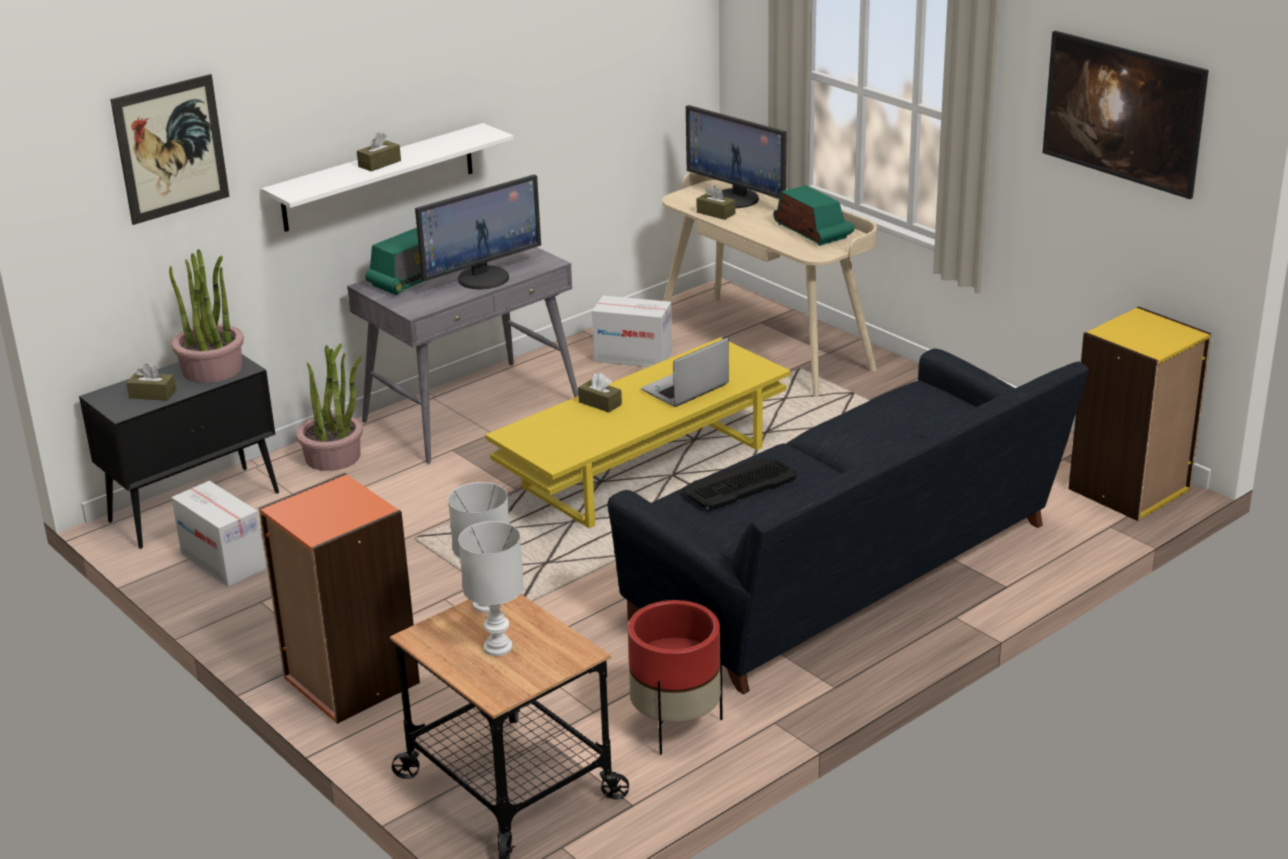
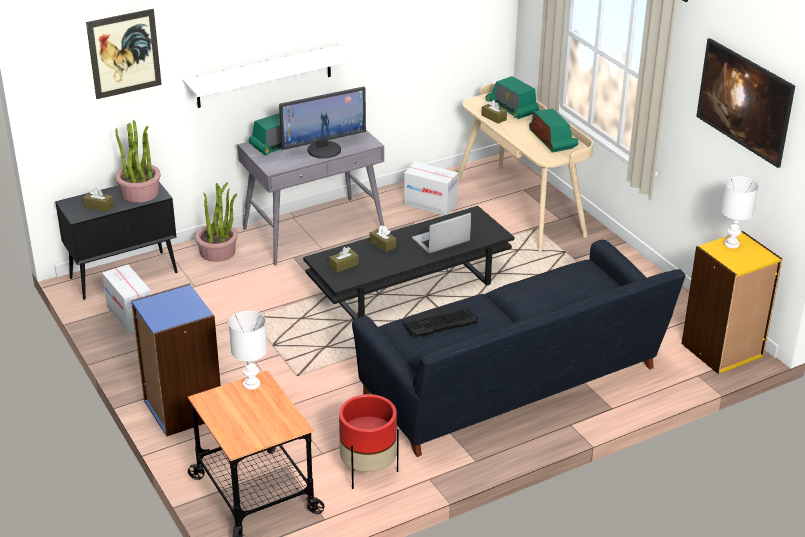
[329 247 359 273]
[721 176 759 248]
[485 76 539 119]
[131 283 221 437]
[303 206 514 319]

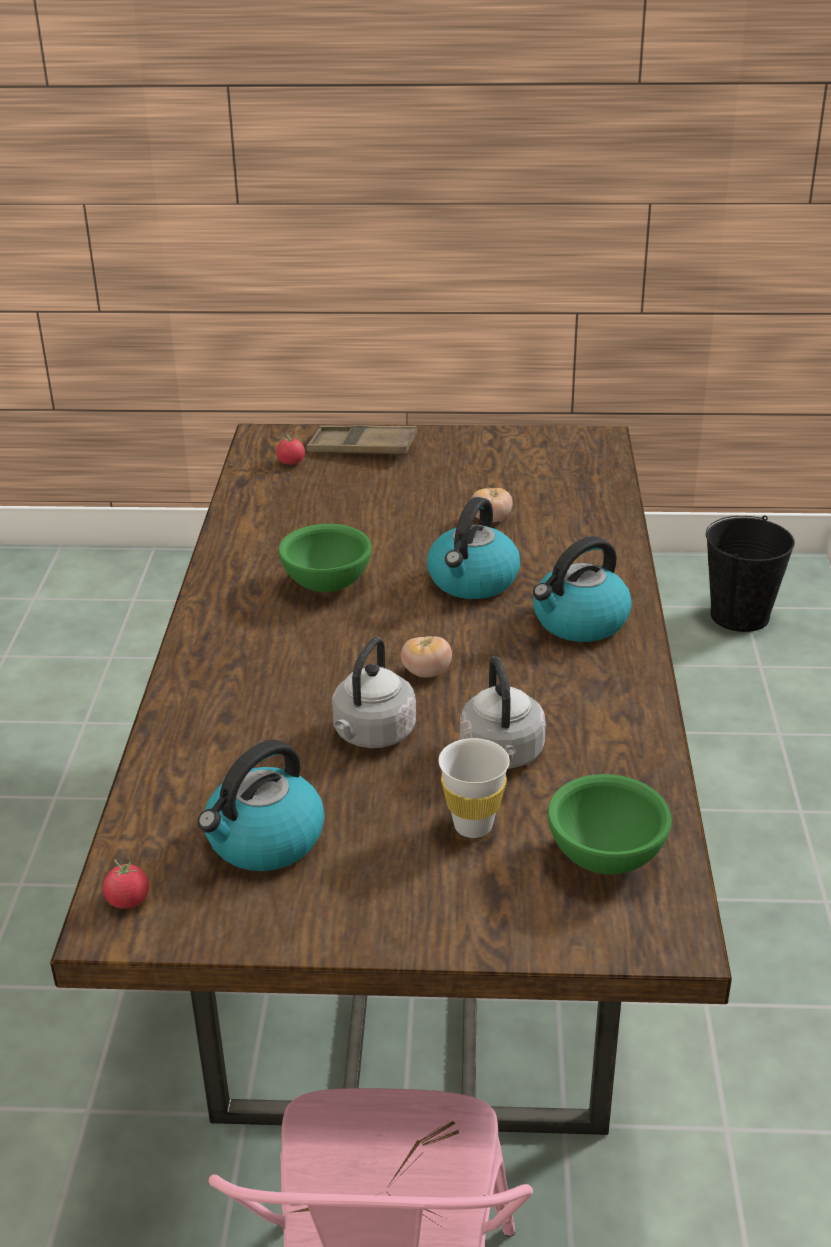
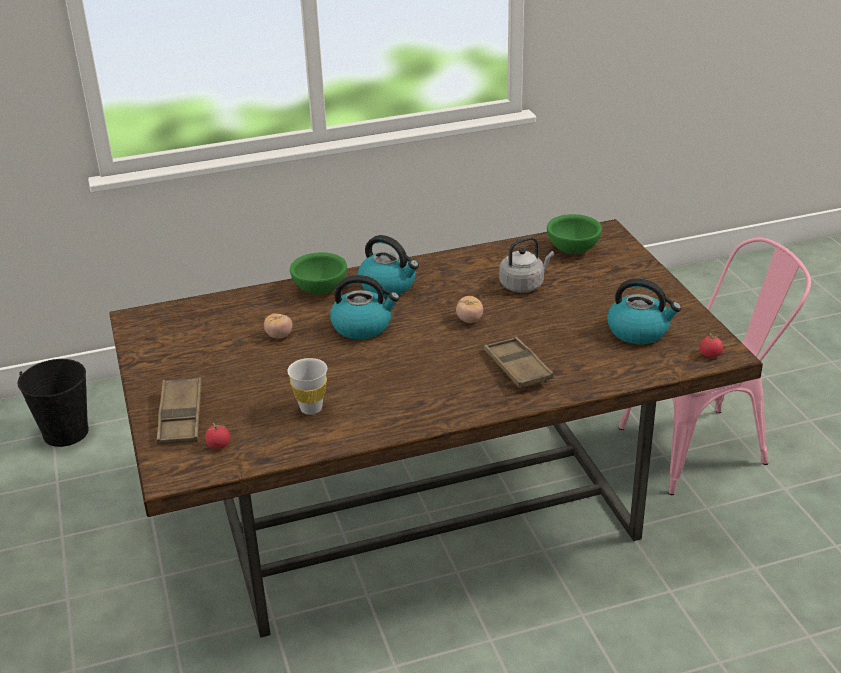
[332 637 416 748] (first image)
[484 337 554 388]
[290 252 347 295]
[287 358 327 415]

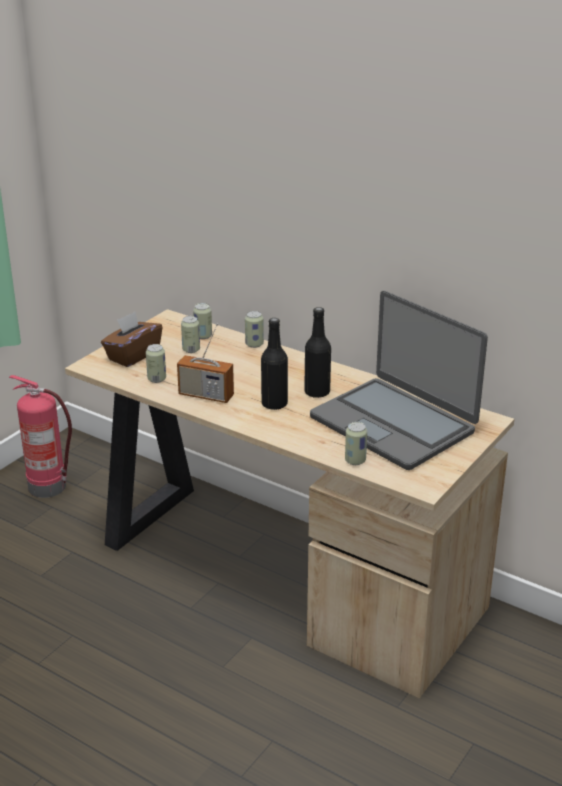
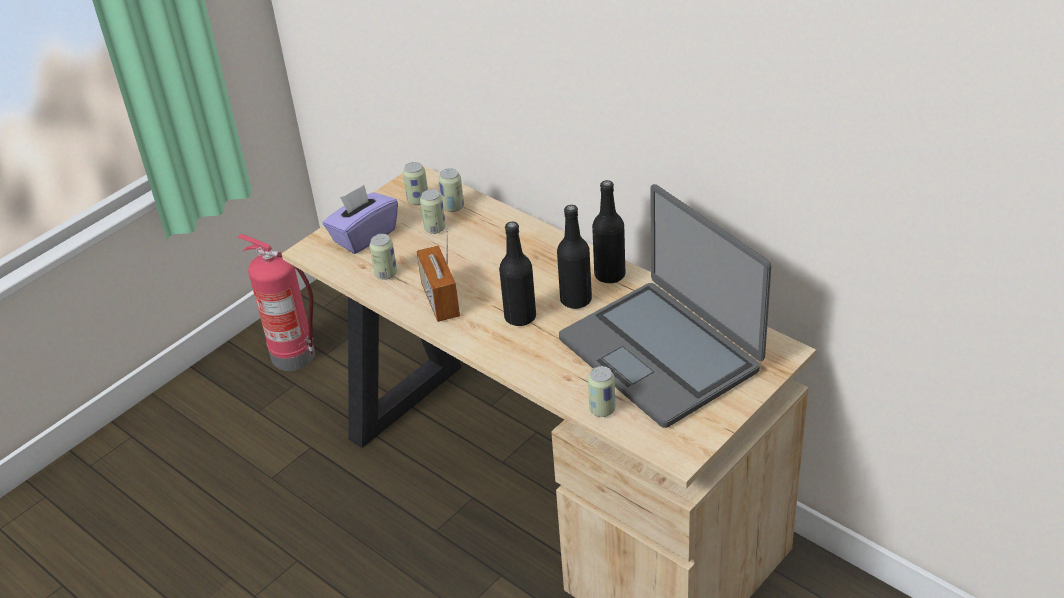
[592 180 625 284]
[403 162 428 205]
[323 185 398 254]
[416 230 460 322]

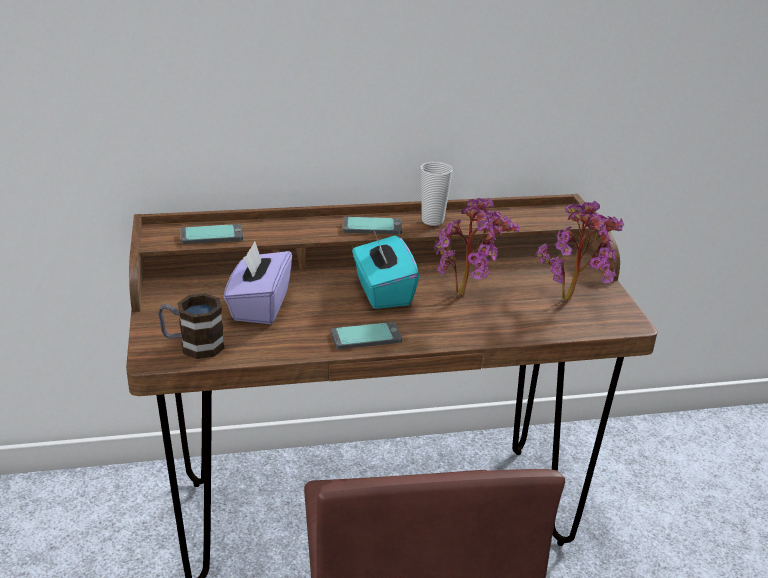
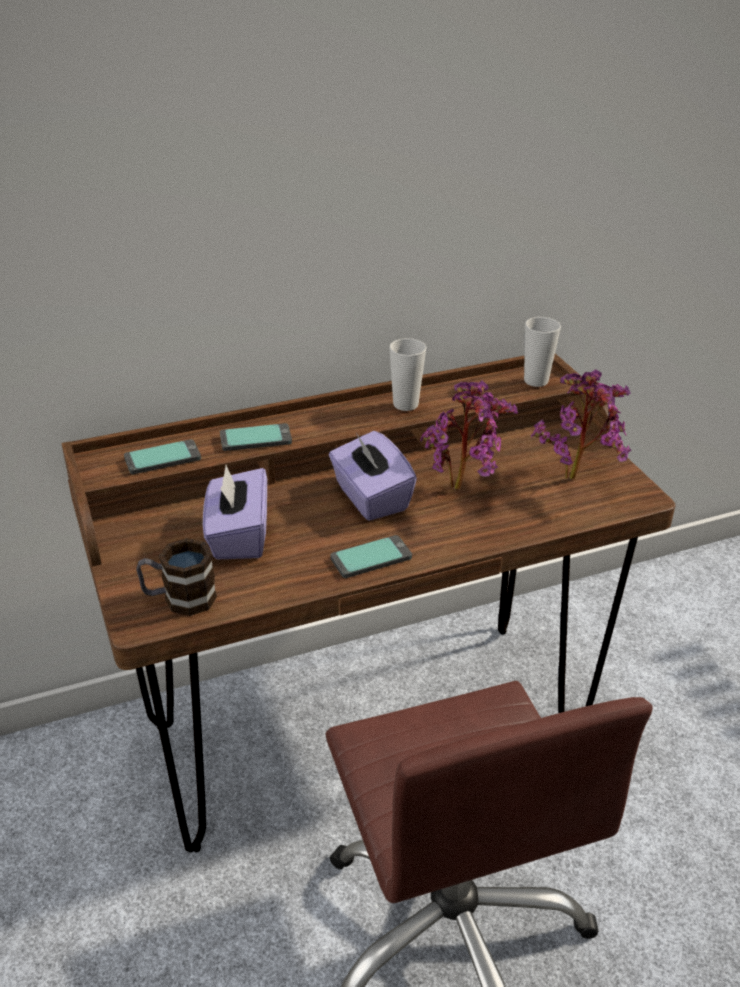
[524 317 561 387]
[220 423 292 451]
[329 431 417 521]

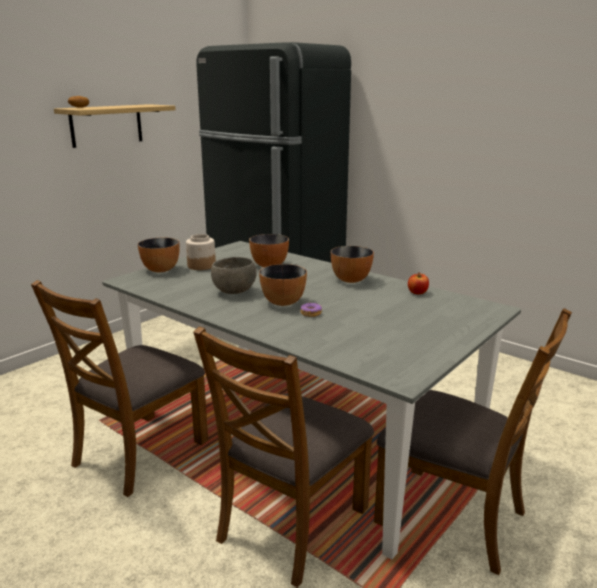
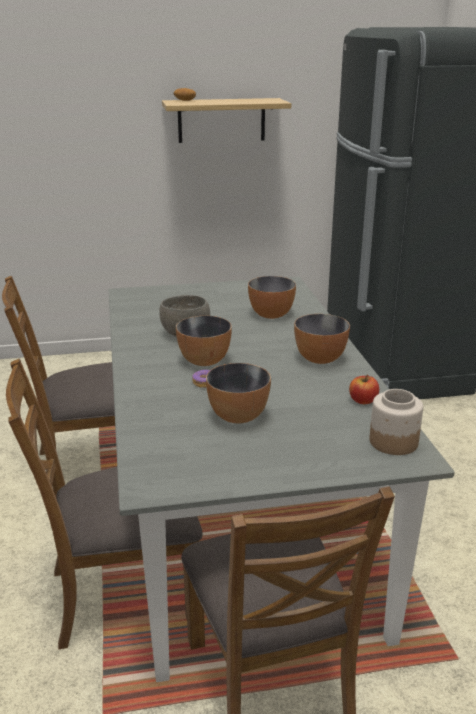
[206 363 271 424]
[369 389 423 455]

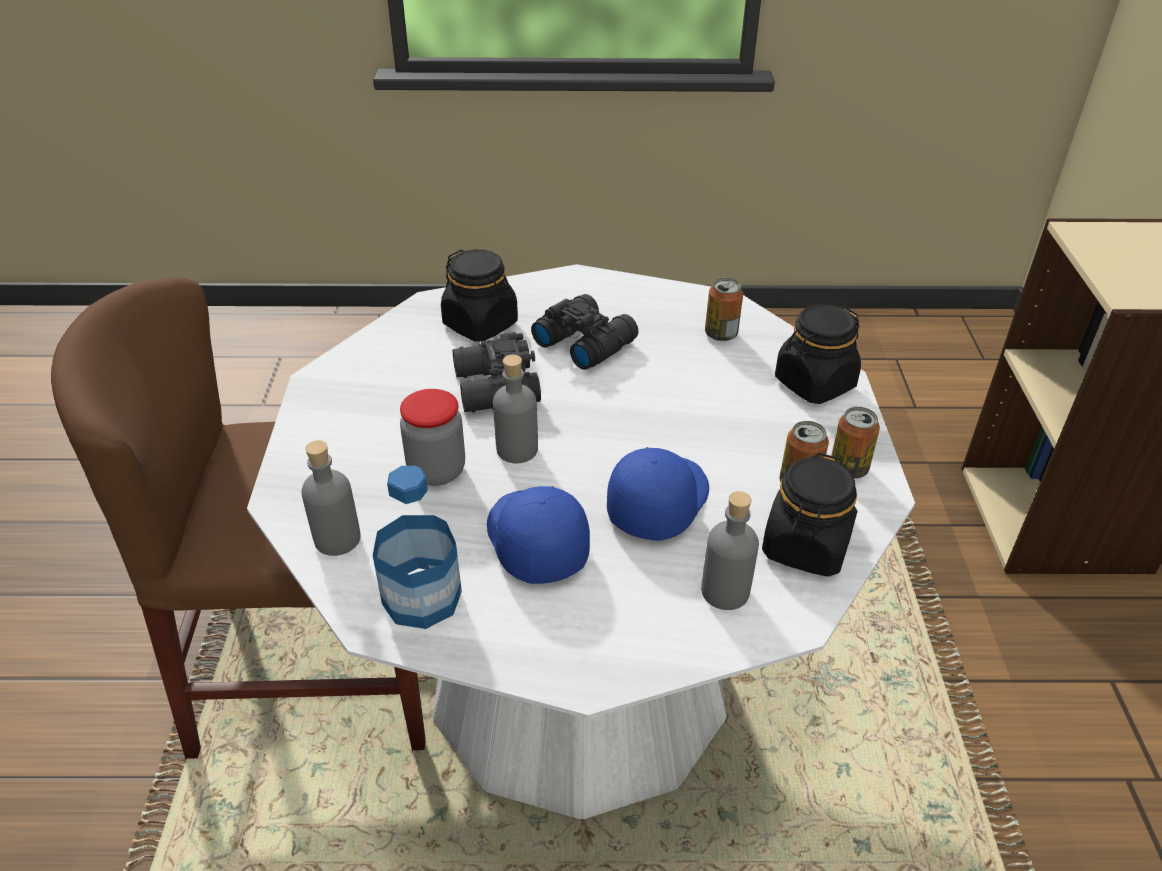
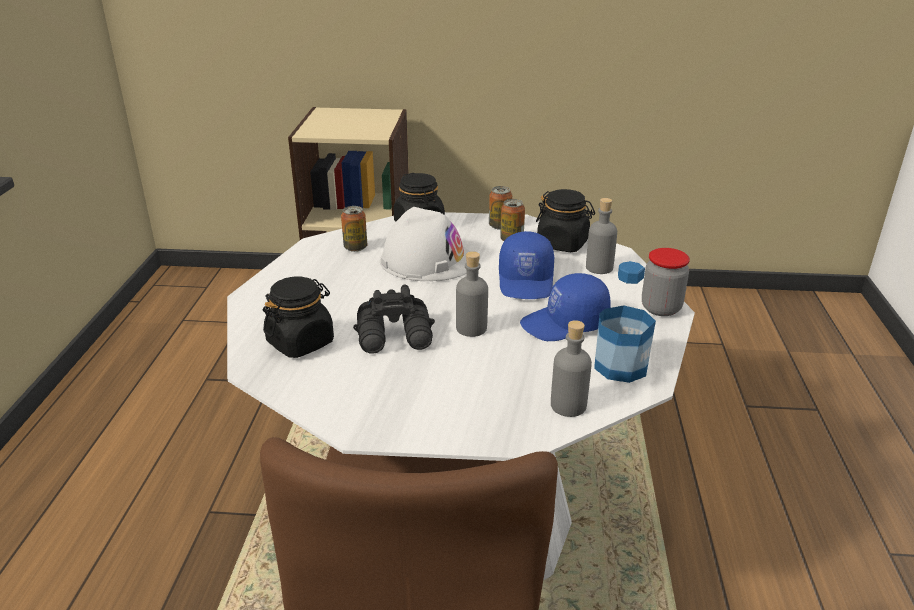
[531 294 639 370] (first image)
[380 207 470 281]
[642 248 690 316]
[499 231 554 299]

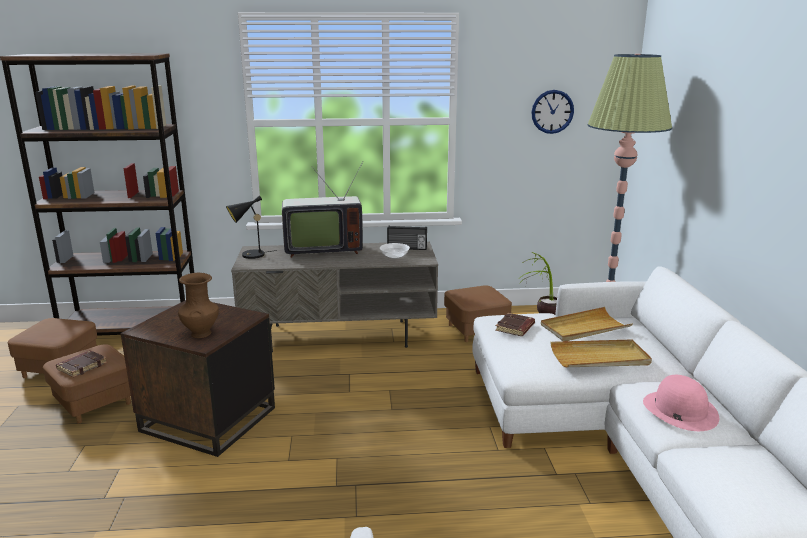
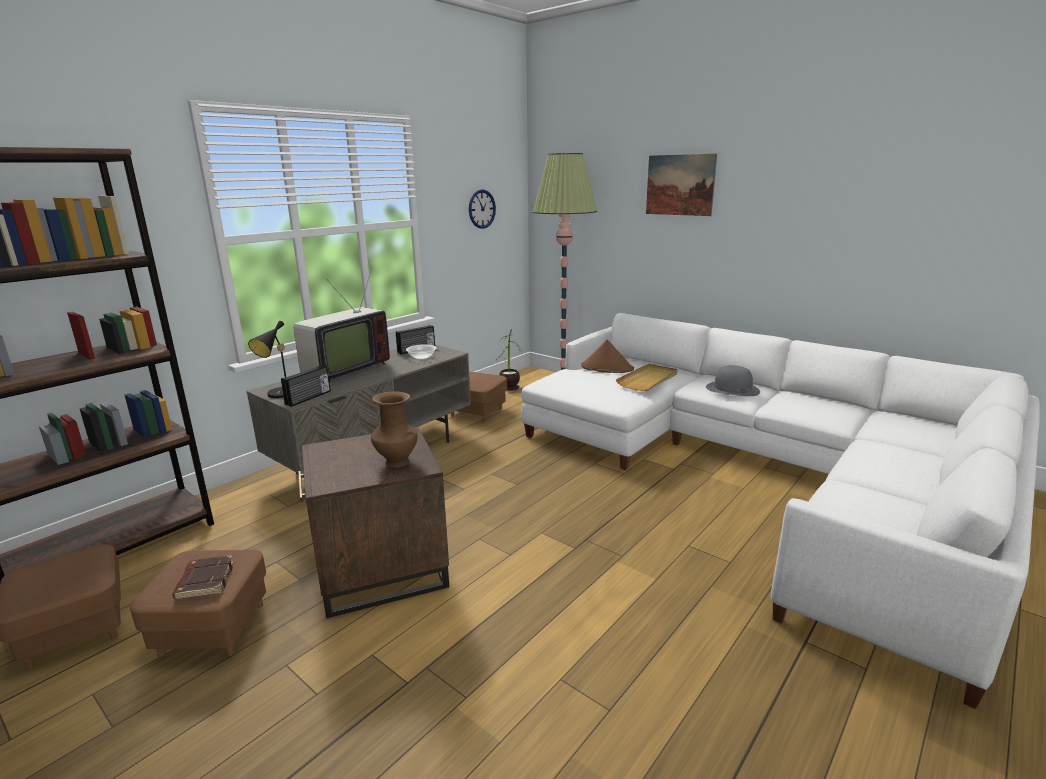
[495 313 535 336] (first image)
[281 365 331 407]
[646 154 717 216]
[581 340 634 373]
[706 365 760 396]

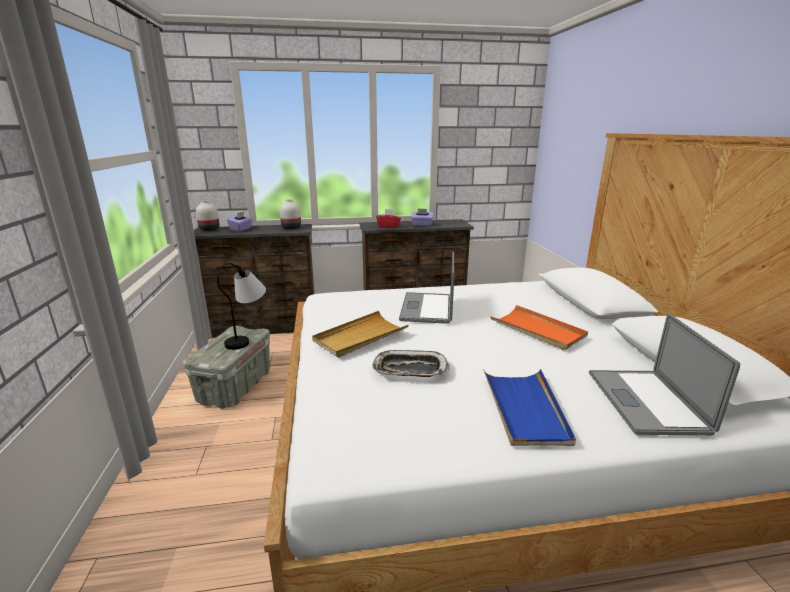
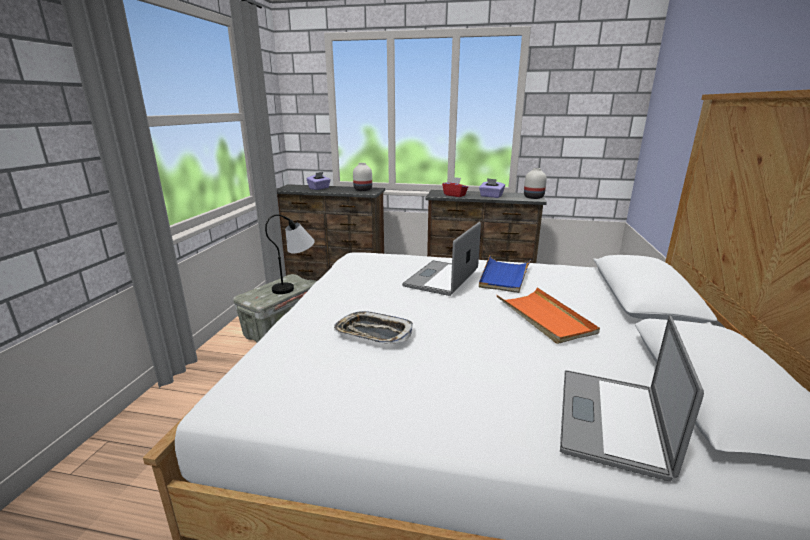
[312 311 409 358] (first image)
[524 168 547 199]
[479 255 530 293]

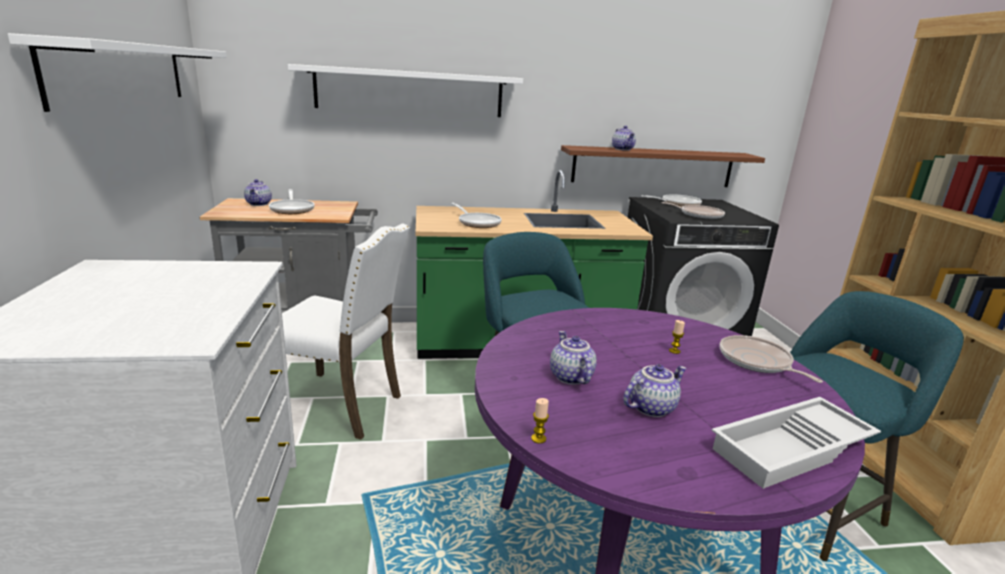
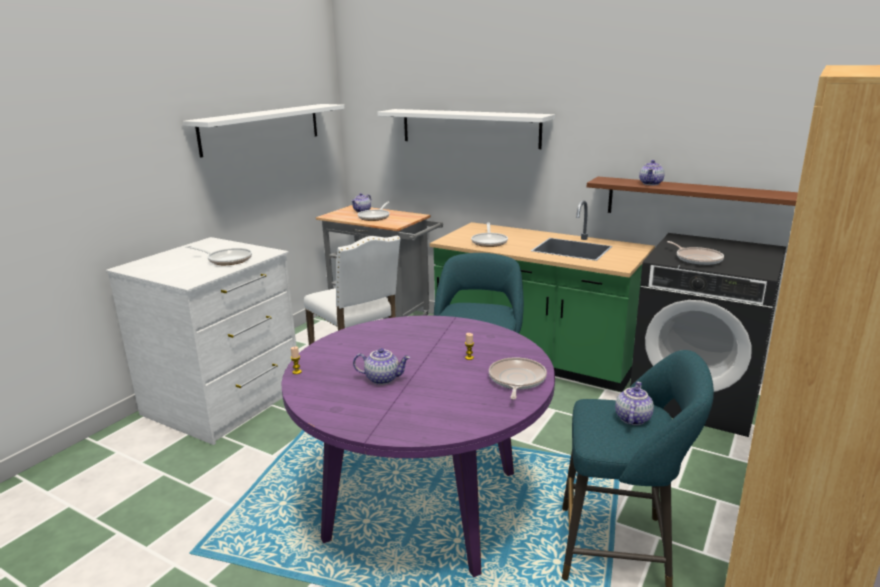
[711 397 881 489] (first image)
[615 382 654 425]
[186 246 252 265]

